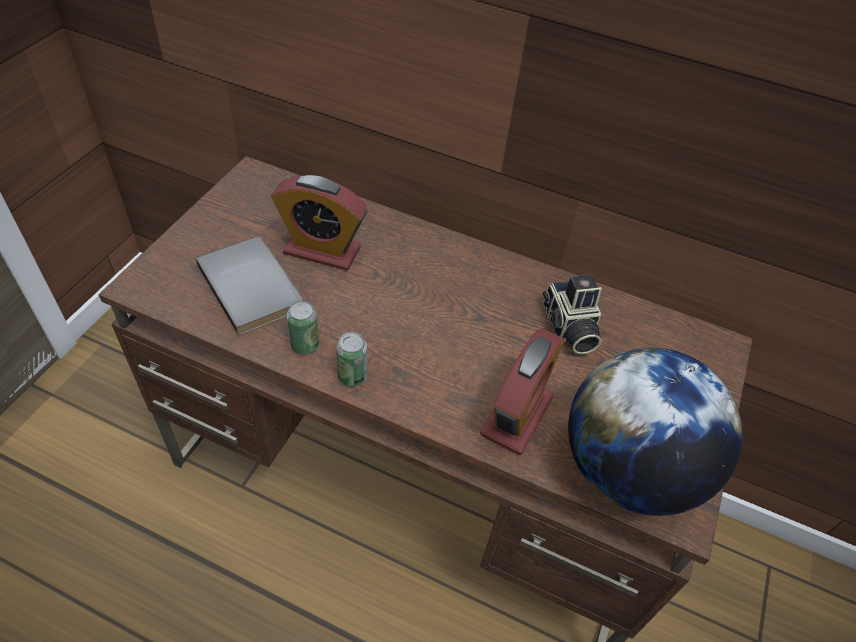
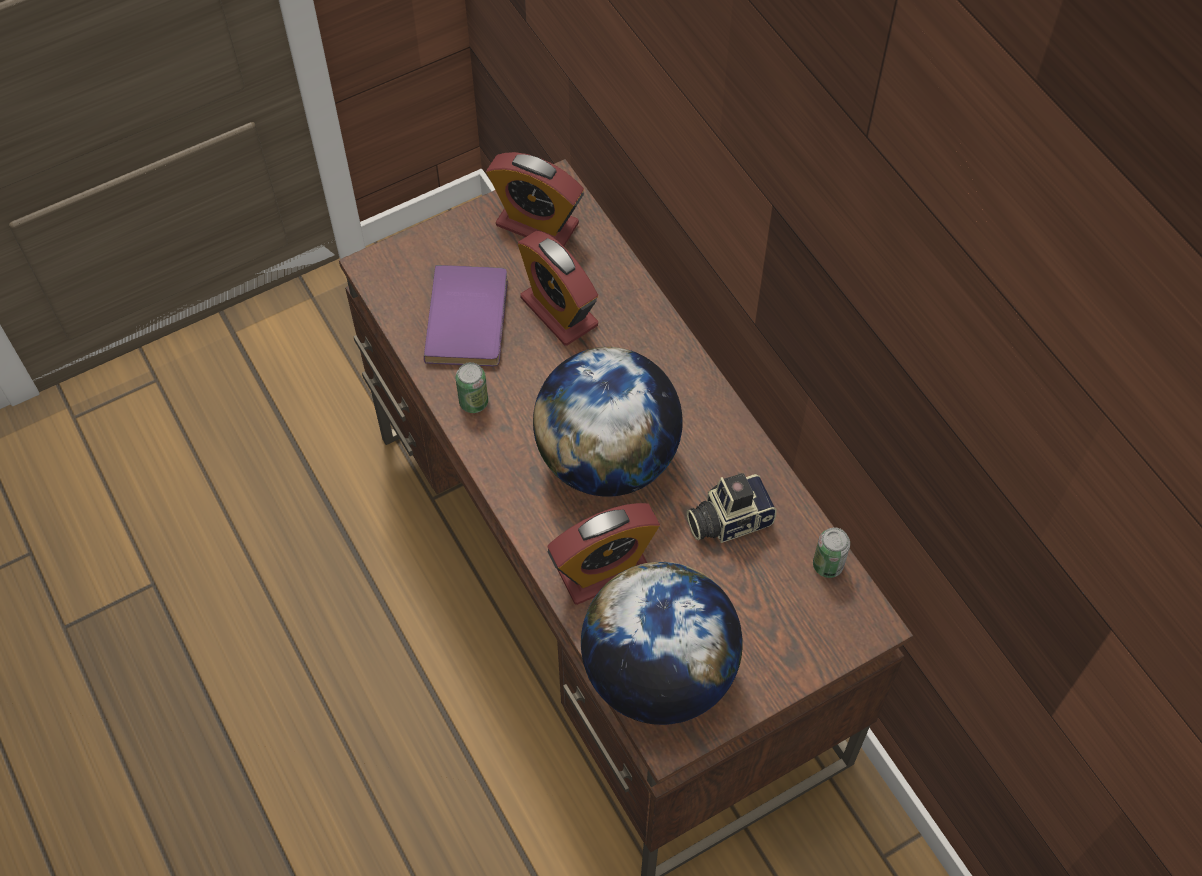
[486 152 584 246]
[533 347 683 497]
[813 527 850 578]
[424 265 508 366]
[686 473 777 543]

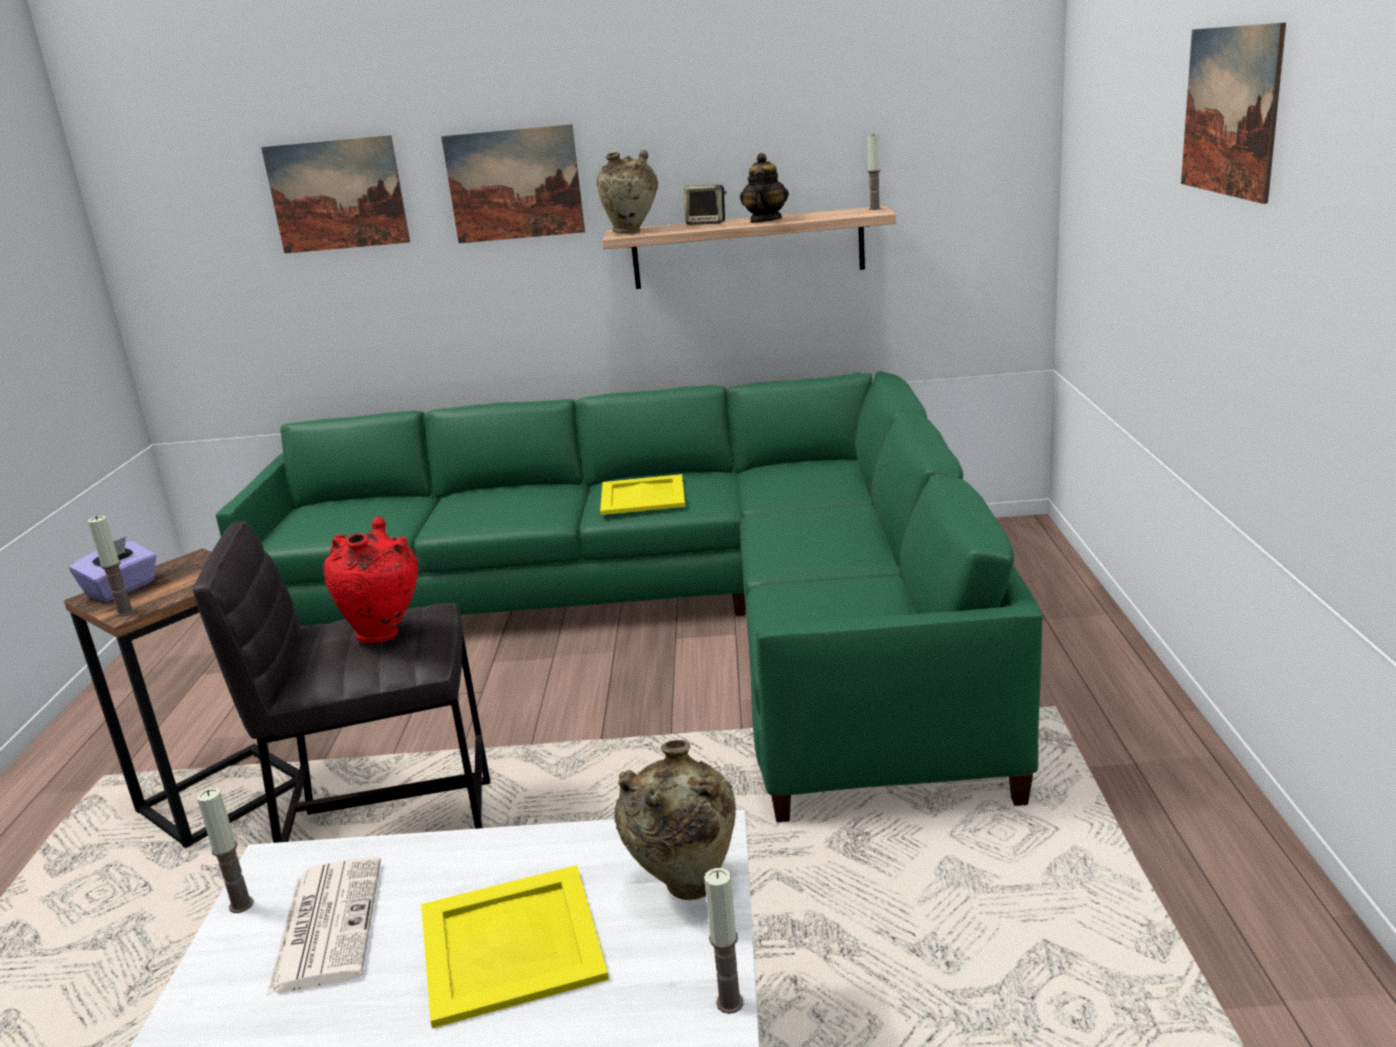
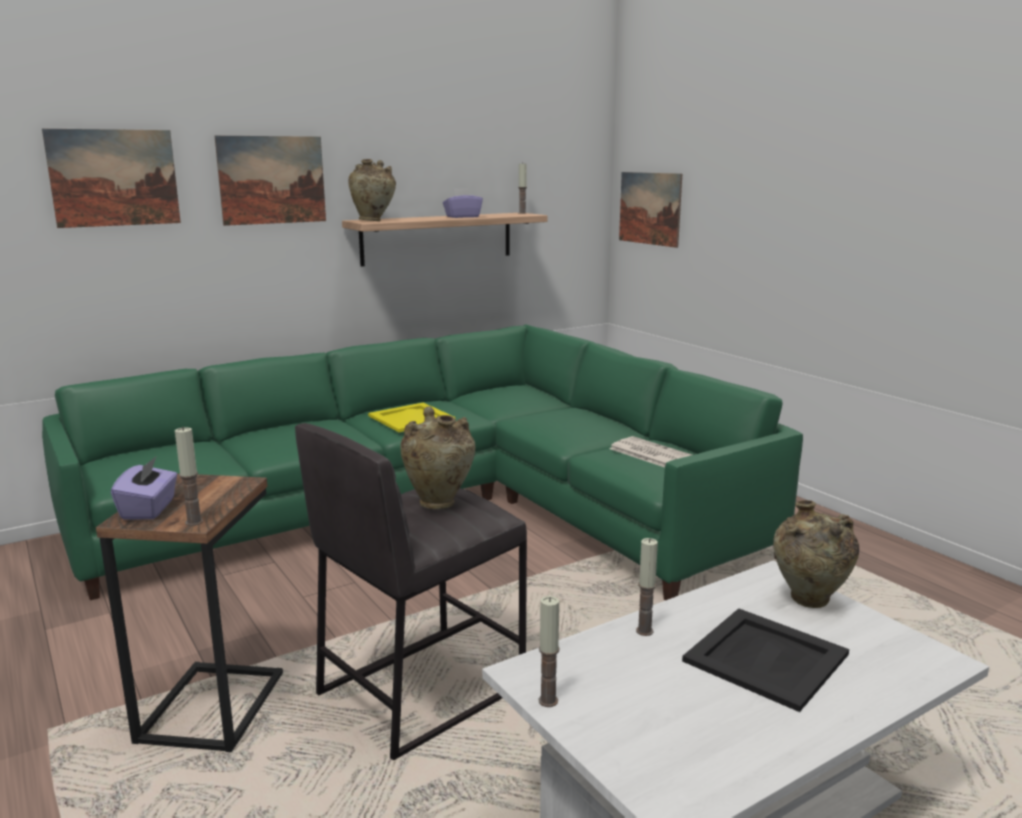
[684 185 727 225] (first image)
[609 436 692 467]
[636 538 658 636]
[619 172 682 248]
[443 188 483 218]
[401 406 475 509]
[682 608 849 712]

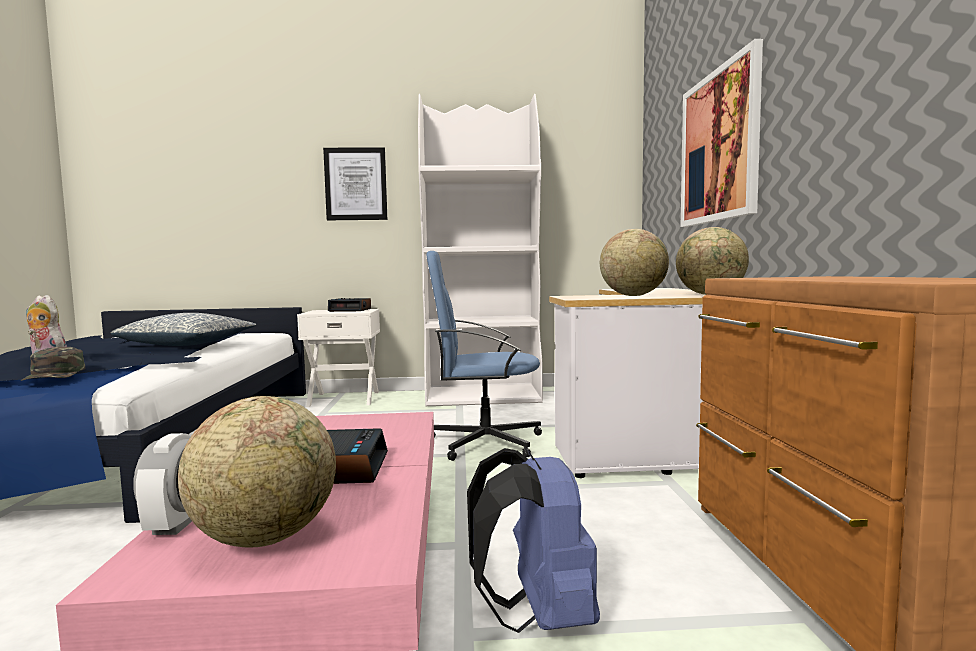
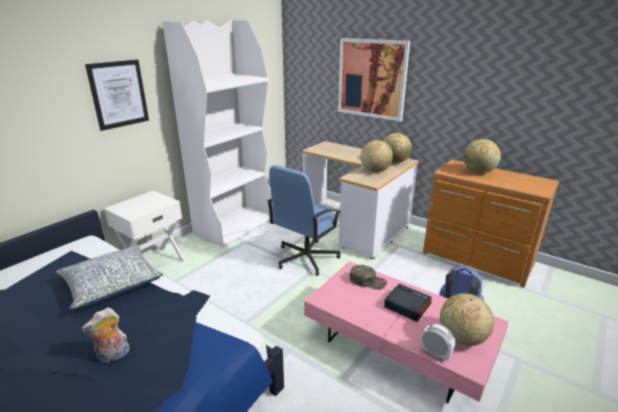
[328 298 371 312] (first image)
[463 139 501 173]
[349 265 387 290]

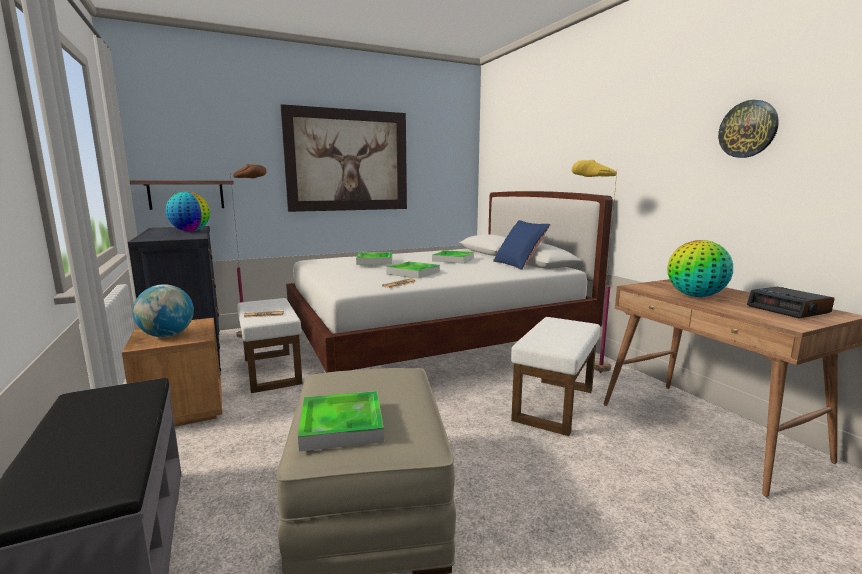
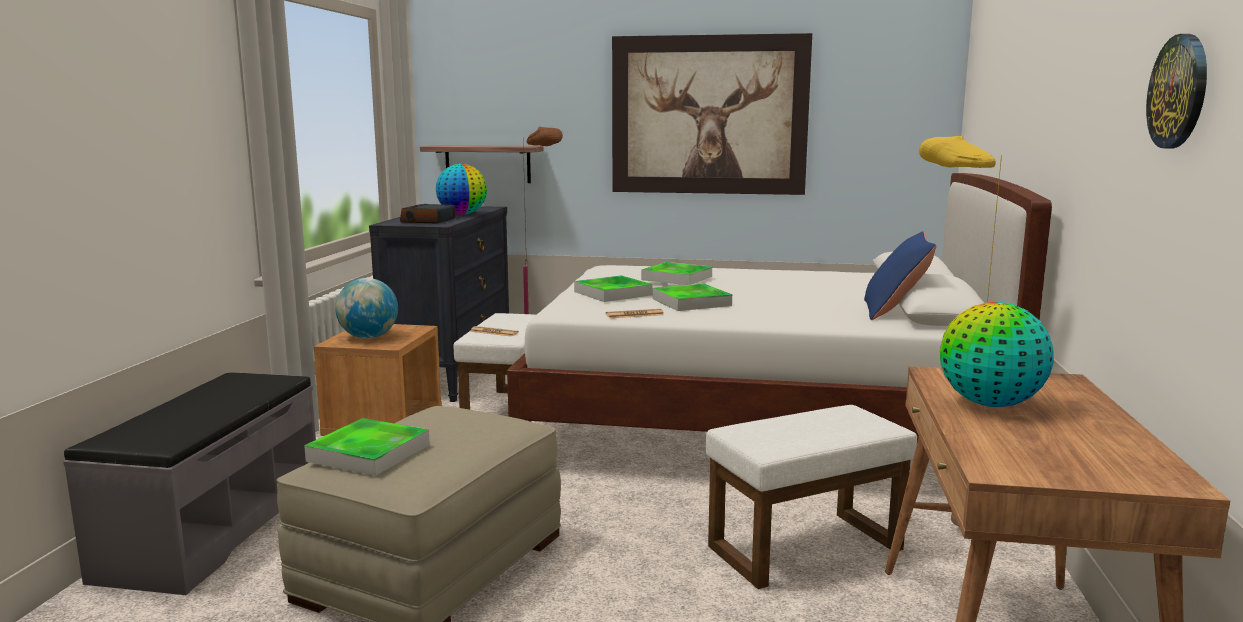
[574 275 653 302]
[400 204 455 223]

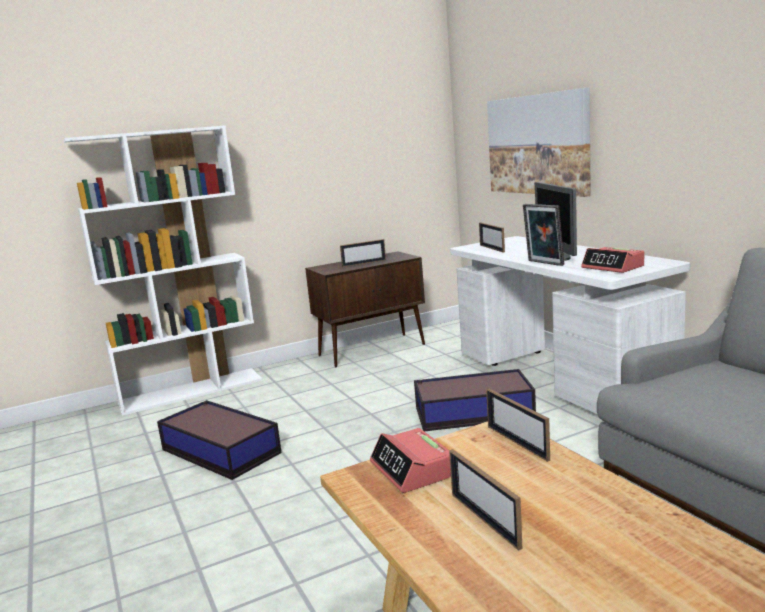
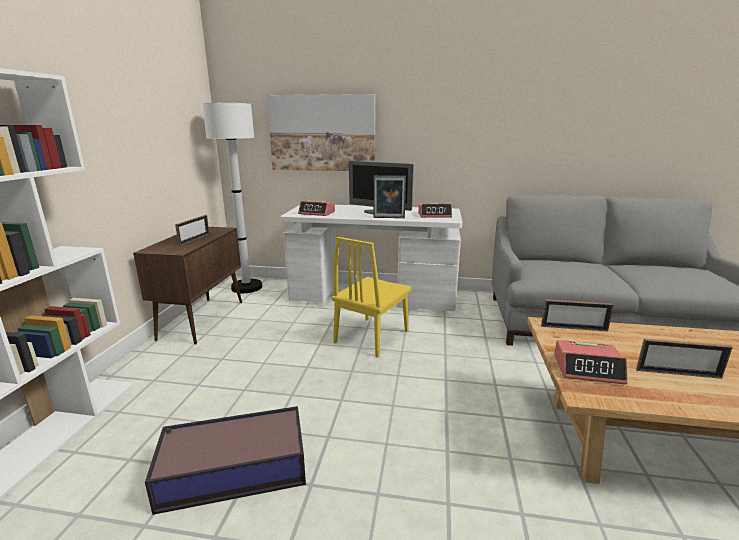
[202 103 262 293]
[332 237 412 358]
[298 201 335 216]

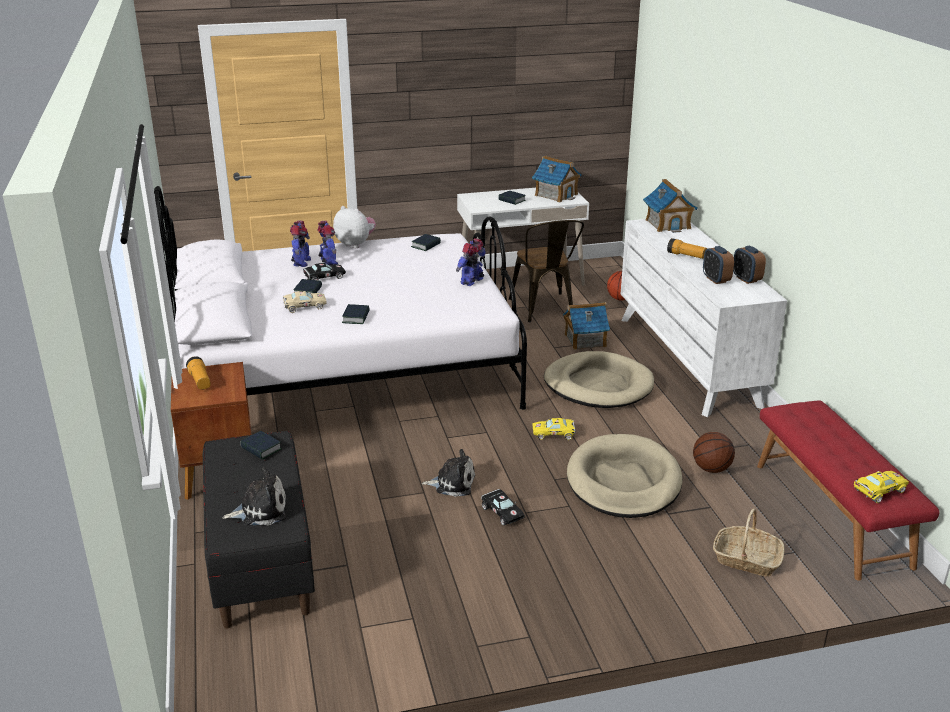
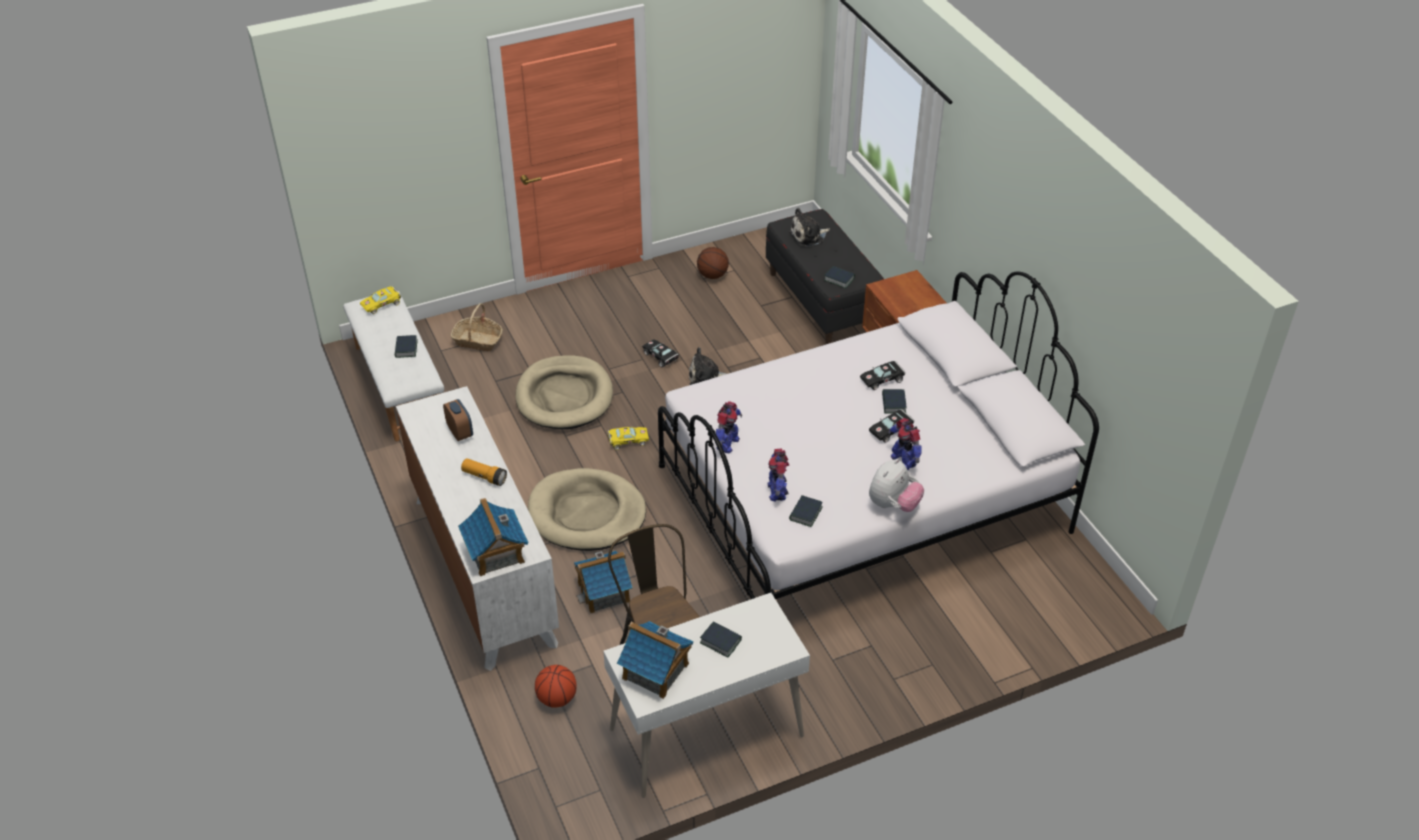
[186 356 211 390] (first image)
[733 246 766 284] (first image)
[767 449 789 502]
[395 335 418 358]
[697 247 729 279]
[860 361 905 390]
[343 290 444 441]
[869 458 924 512]

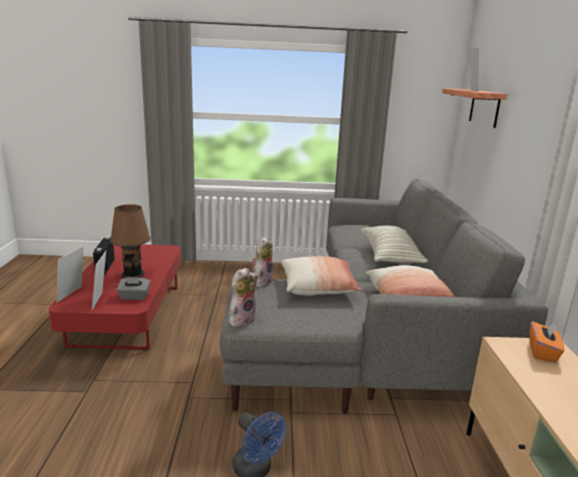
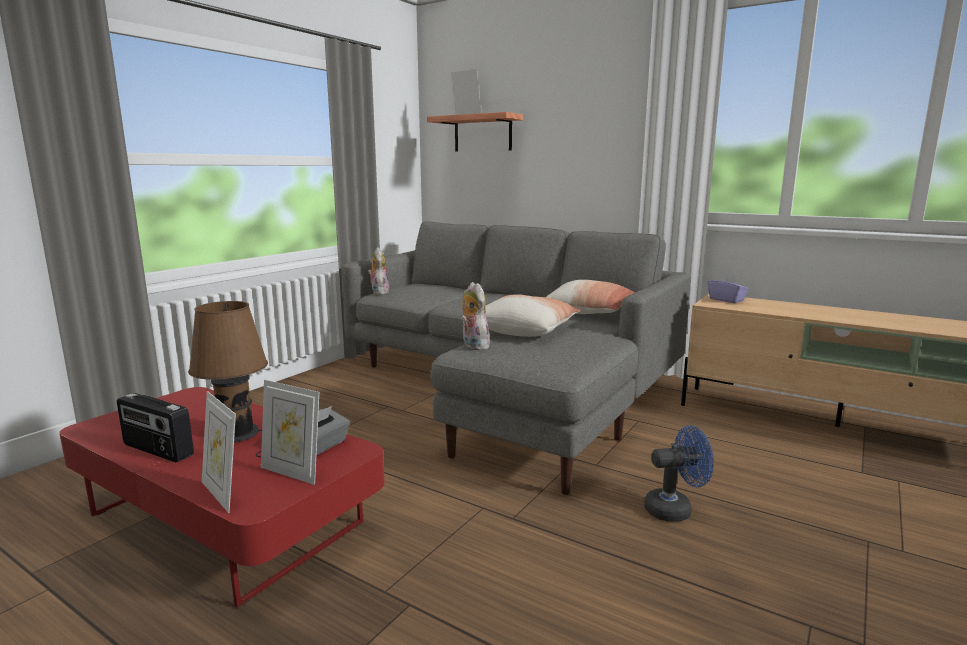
[361 226 428 263] (first image)
[368 248 389 295]
[708 273 749 303]

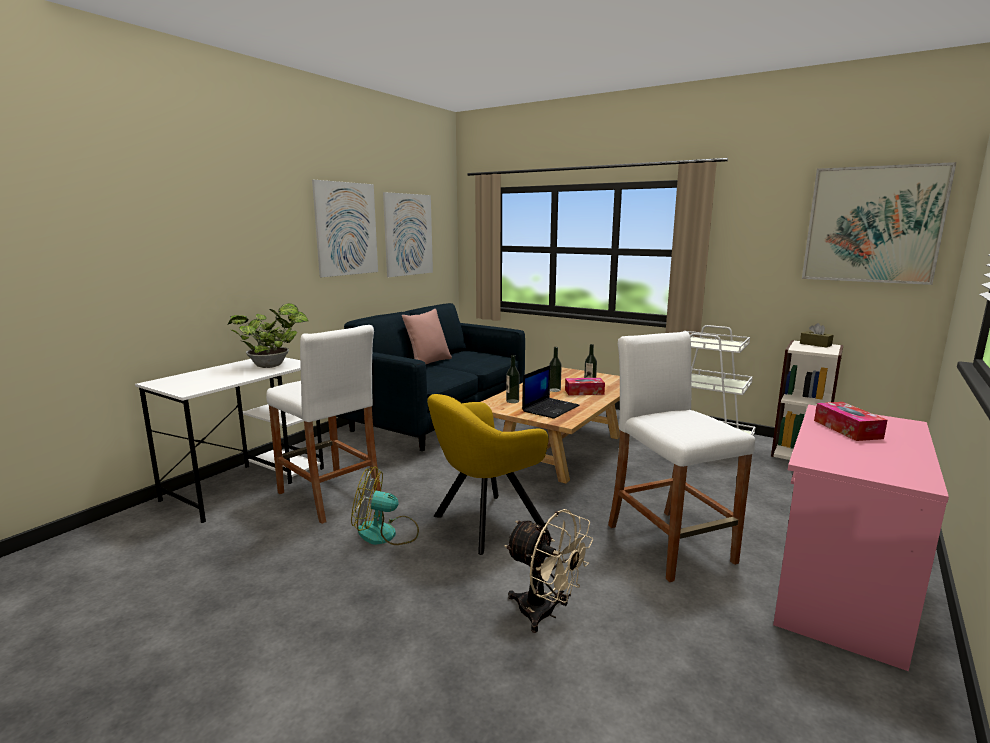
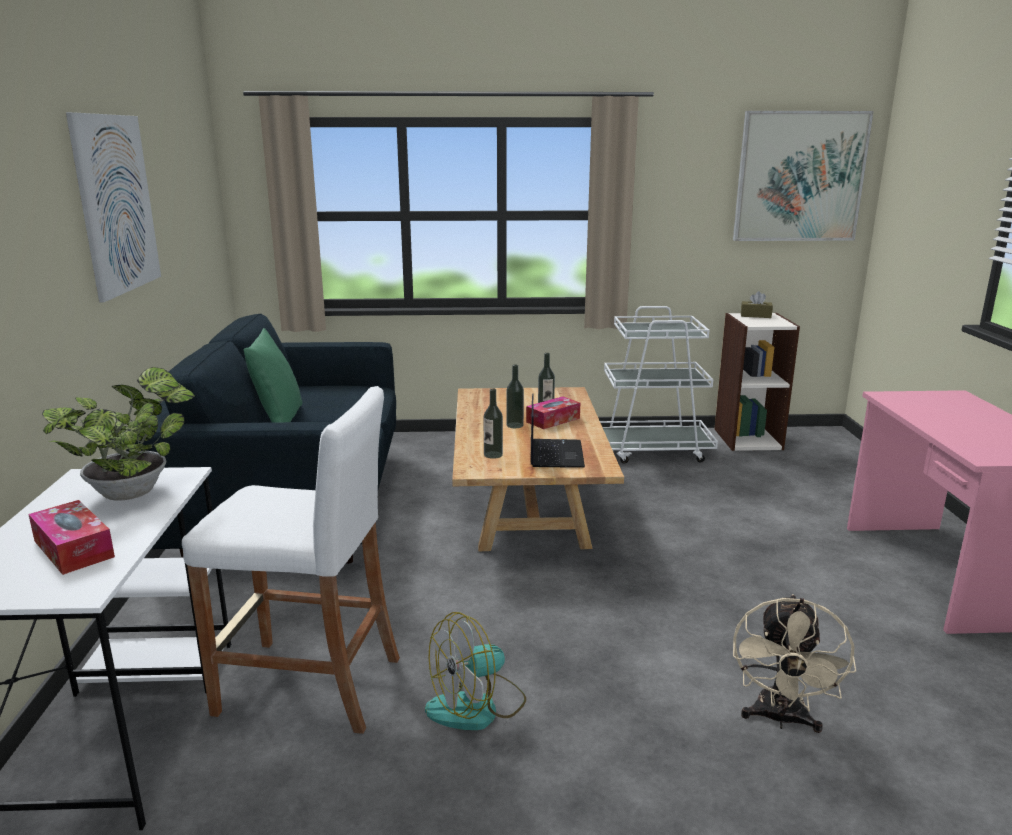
[383 192 433 277] (first image)
[427 394 549 555] (first image)
[608 331 755 582] (first image)
[28 500 115 575]
[244 328 303 423]
[733 594 856 733]

